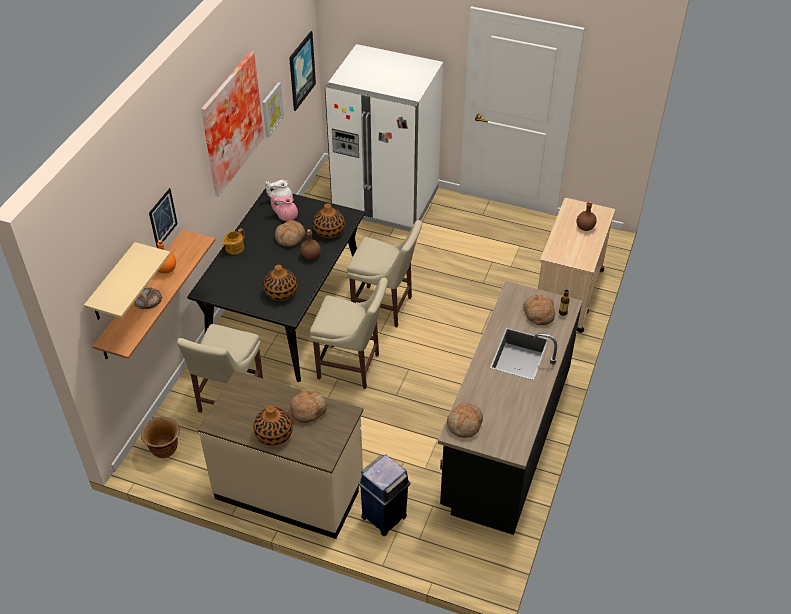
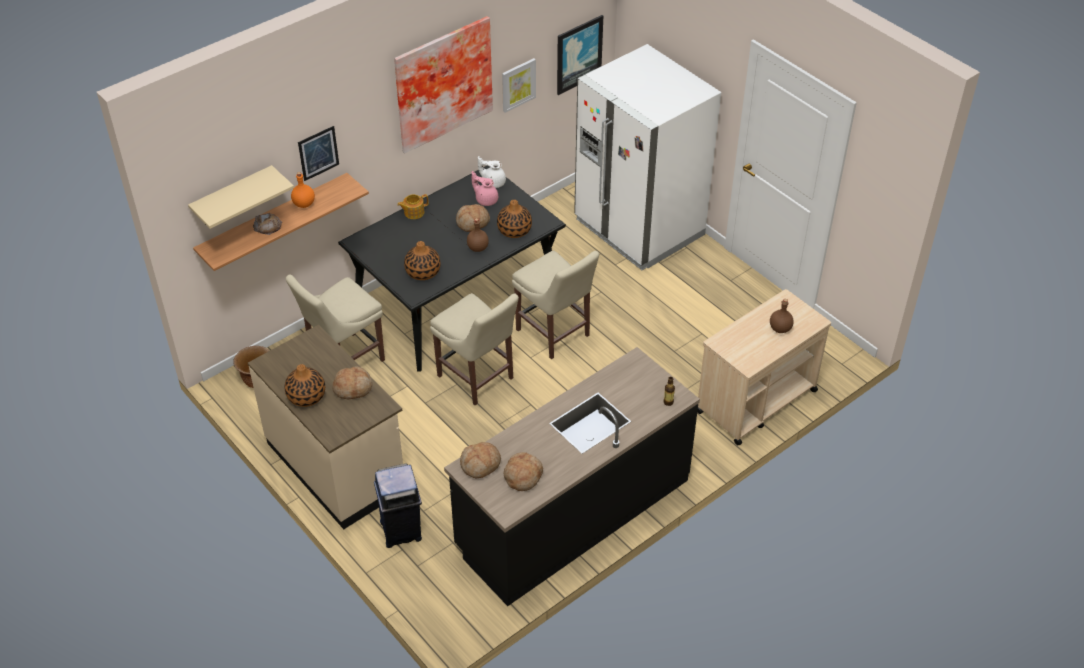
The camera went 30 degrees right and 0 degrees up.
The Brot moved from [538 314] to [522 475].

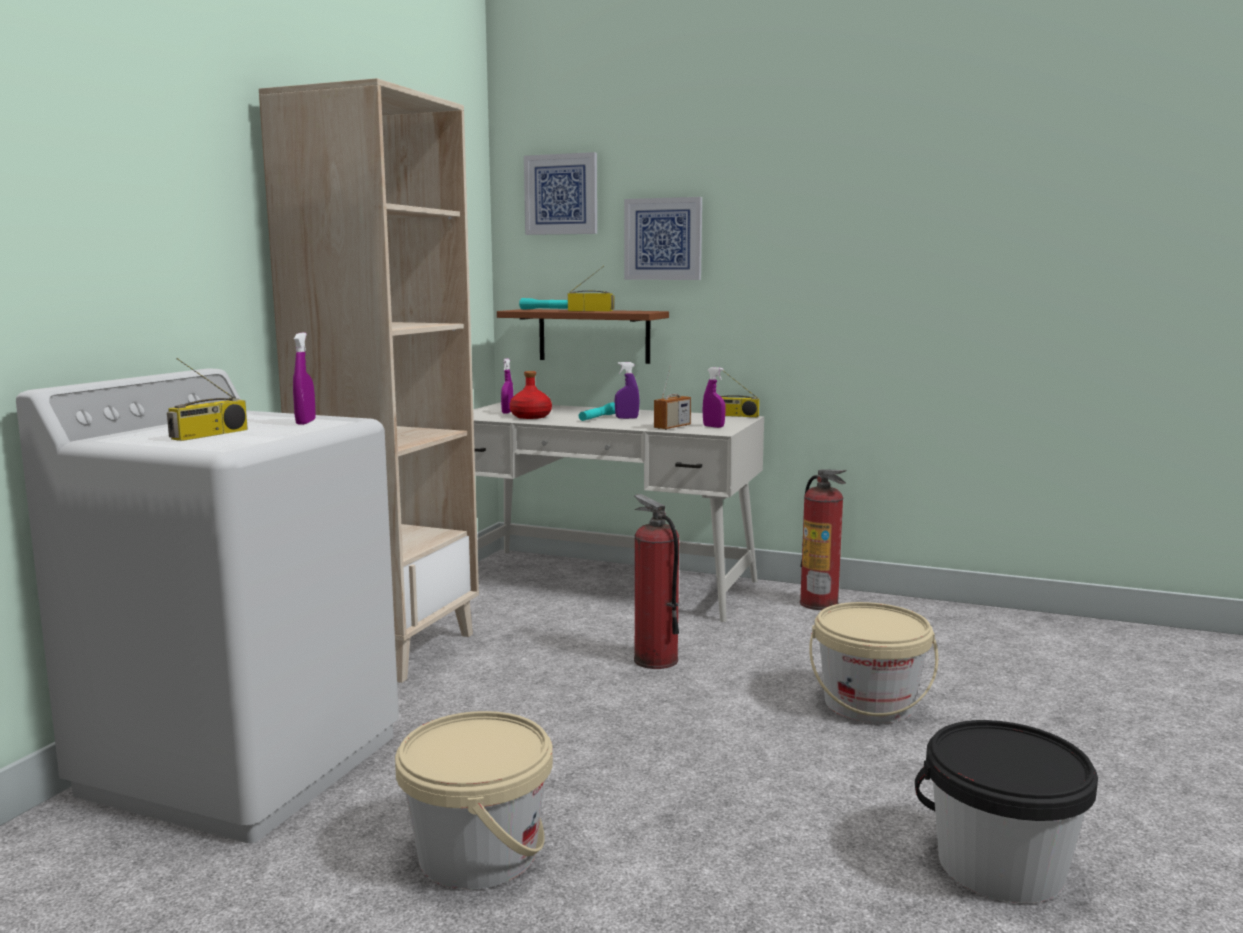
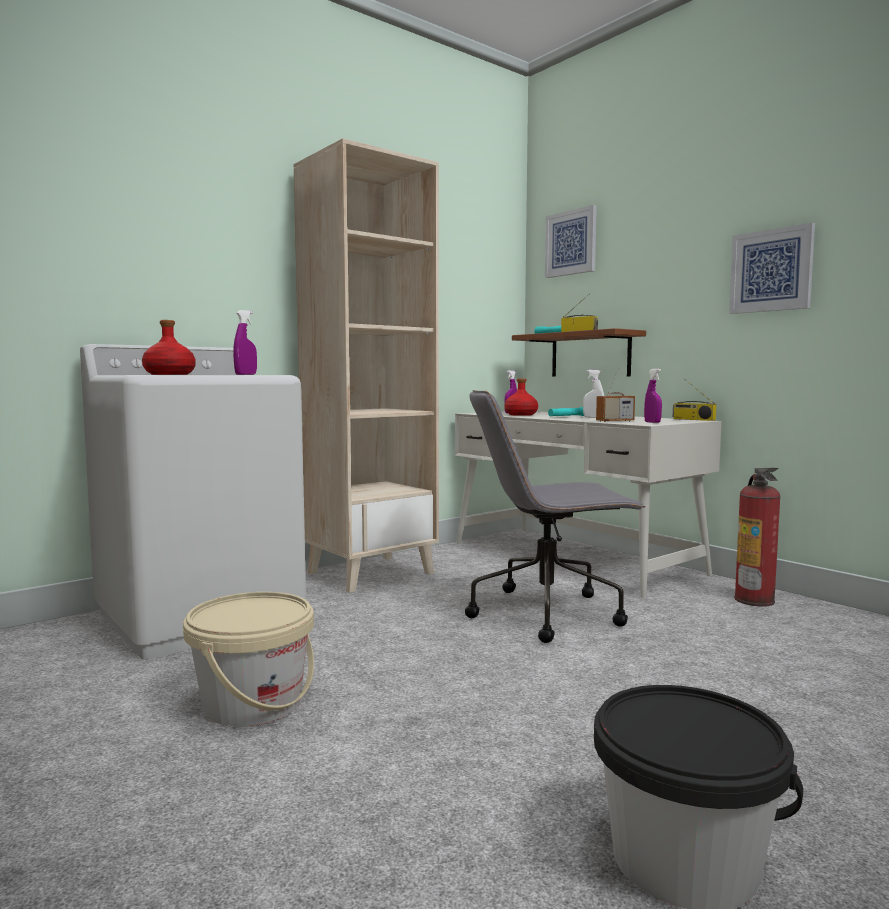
The camera went 30 degrees right and 5 degrees down.
The Eimer/beige at [868 704] disappeared.
The Bild moved from [663 239] to [771 270].
The Radio at [209 435] was replaced by the Flasche/rot at [170 374].
The Feuerlöscher at [655 660] was replaced by the Bürostuhl/grau at [548 613].
The Sprühflasche/lila at [626 418] became the Sprühflasche/weiß at [593 417].

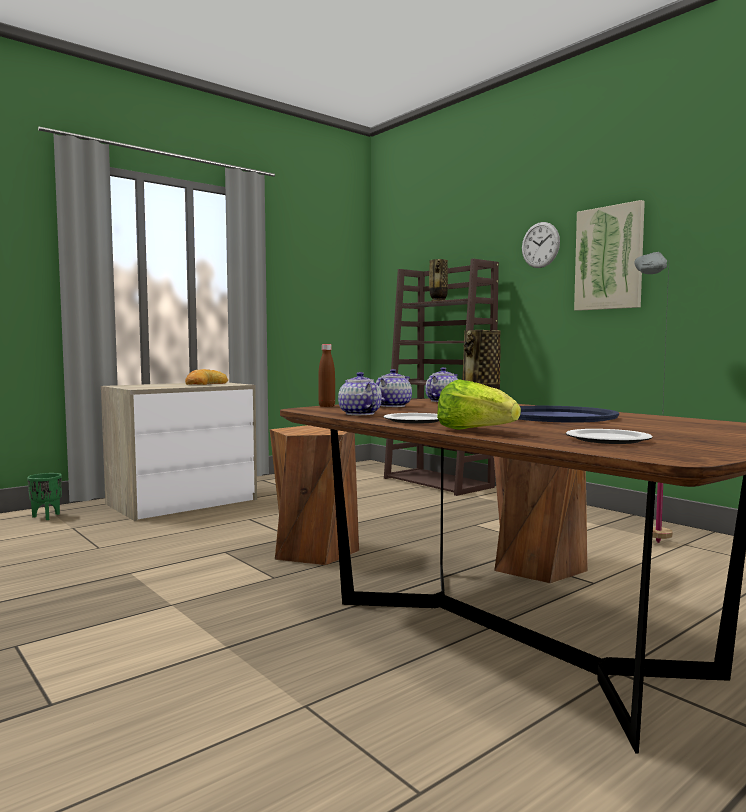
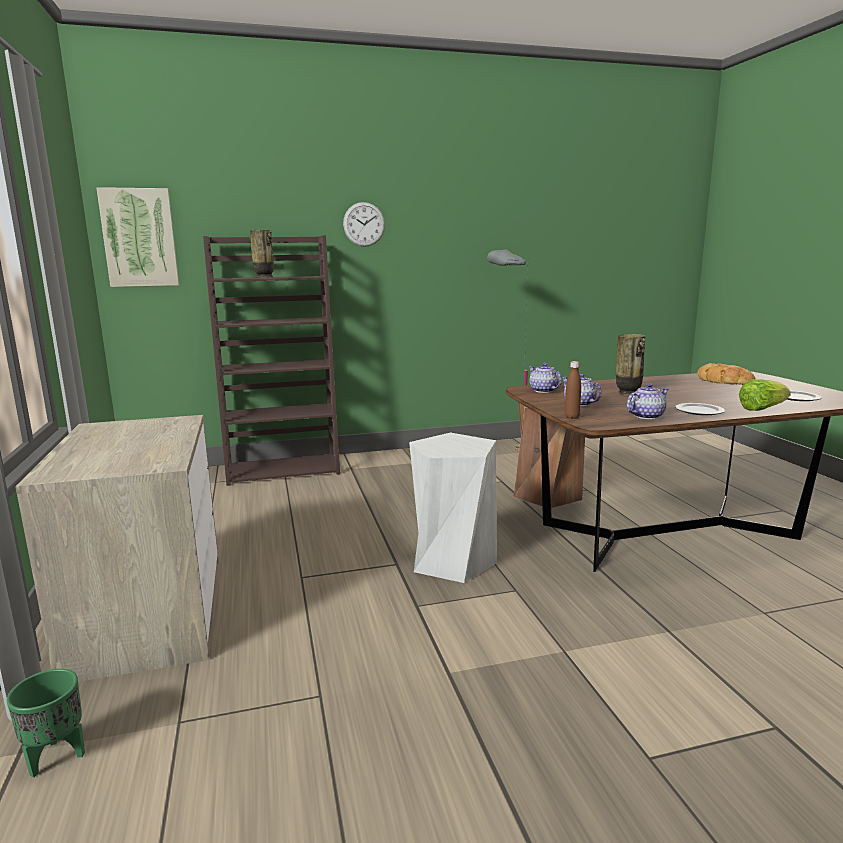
The camera went 65 degrees left and 10 degrees up.
The Tablett/blau at [556 416] disappeared.
The Brot moved from [204 384] to [723 381].
The Bild moved from [609 258] to [139 238].
The Hocker/braun at [314 551] became the Hocker/weiß at [452 561].
The Teekanne at [359 414] turned 150 degrees clockwise.

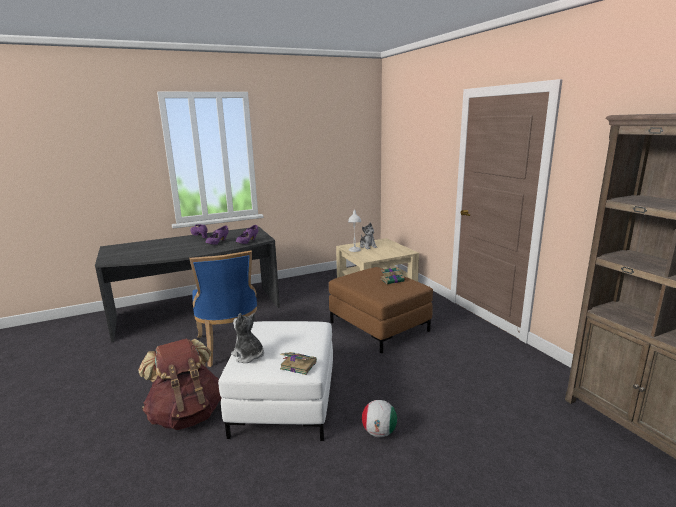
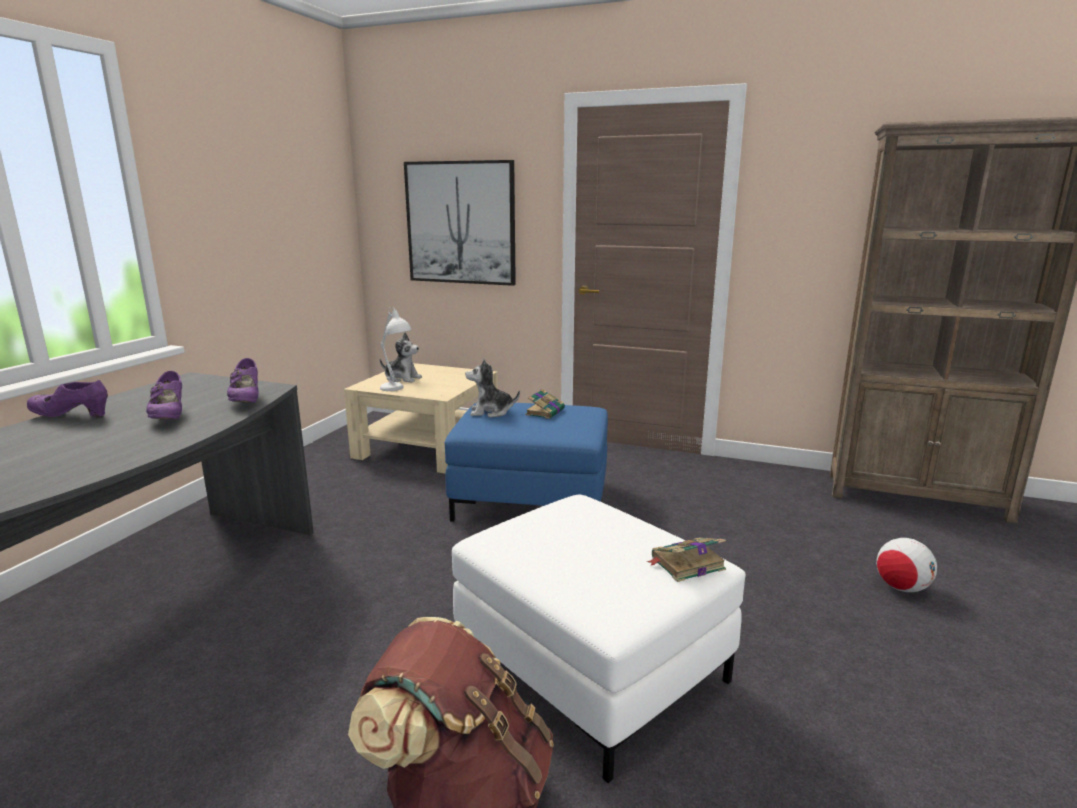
The camera went 45 degrees left and 0 degrees up.
The Stuhl/blau at [230 347] disappeared.
The Bild at [461 223] appeared.
The Plüschtier moved from [248 355] to [491 412].
The Fußball moved from [379 432] to [901 587].
The Polsterhocker/braun at [379 327] became the Polsterhocker/blau at [532 499].

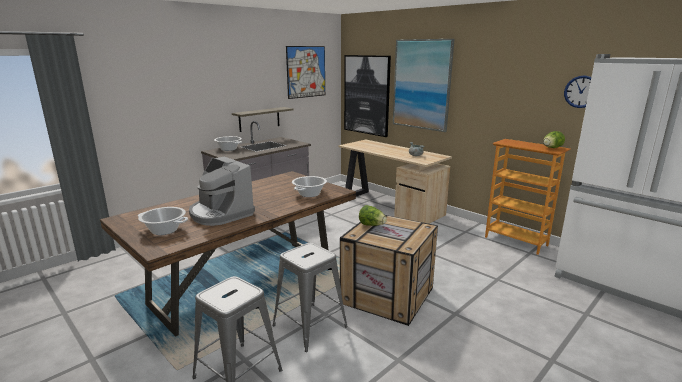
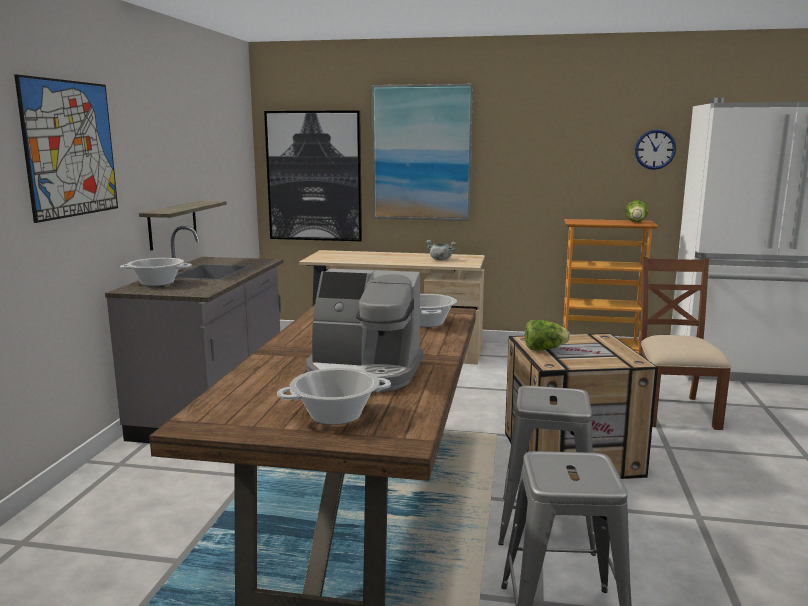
The camera went 35 degrees left and 5 degrees down.
The Stuhl/braun at [673 411] appeared.
The Bild moved from [306 72] to [71 149].

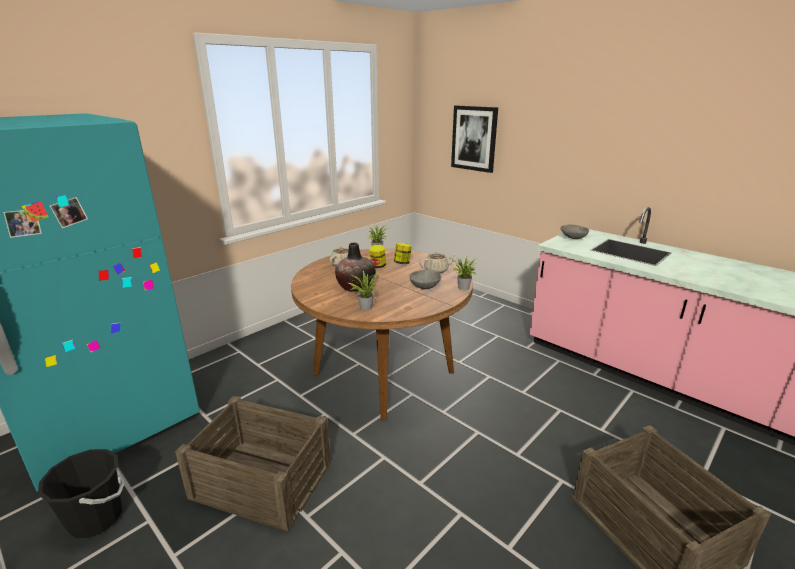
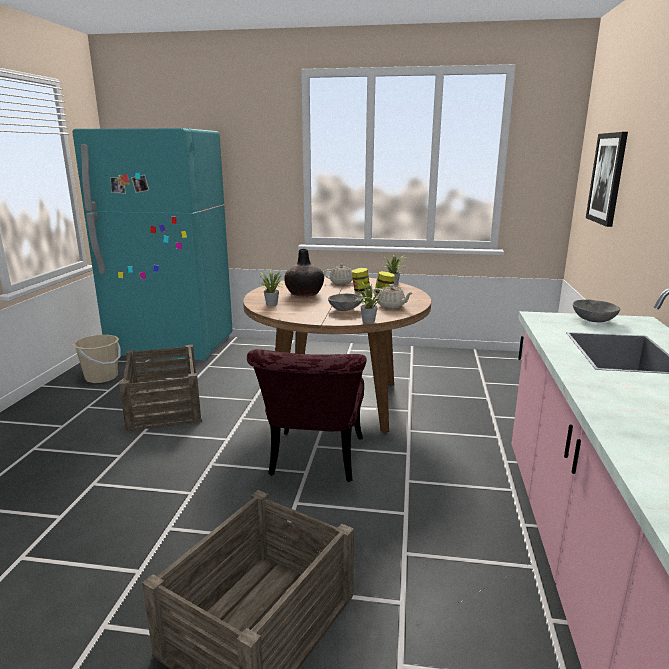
The camera went 55 degrees right and 5 degrees down.
The Stuhl/rot at [314 462] appeared.
The Eimer/schwarz at [96 518] became the Eimer/beige at [101 377].

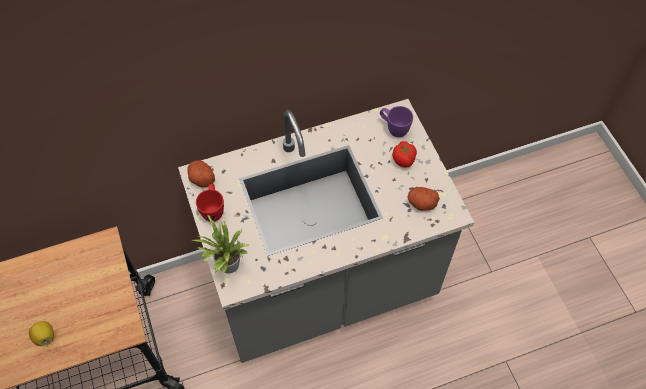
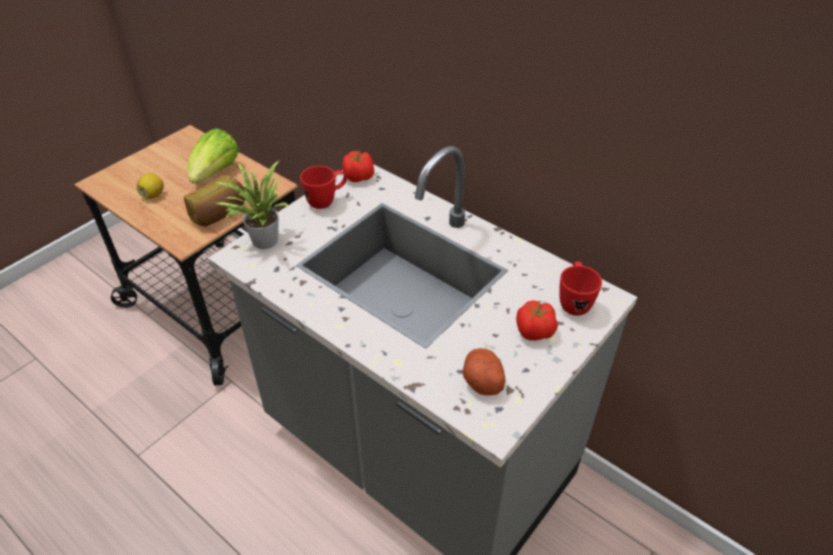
The camera went 60 degrees right and 15 degrees down.
The Brot at [219 213] appeared.
The Salatkopf at [215 174] appeared.
The Kartoffel at [201 178] was replaced by the Tomate at [359 177].
The Henkelbecher/lila at [393 129] became the Henkelbecher/rot at [574 302].

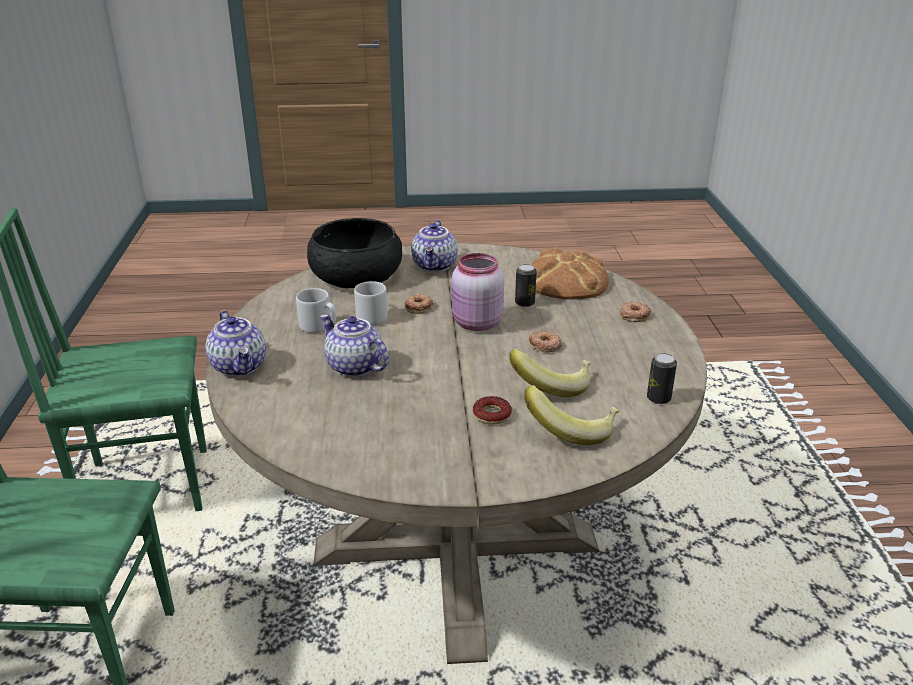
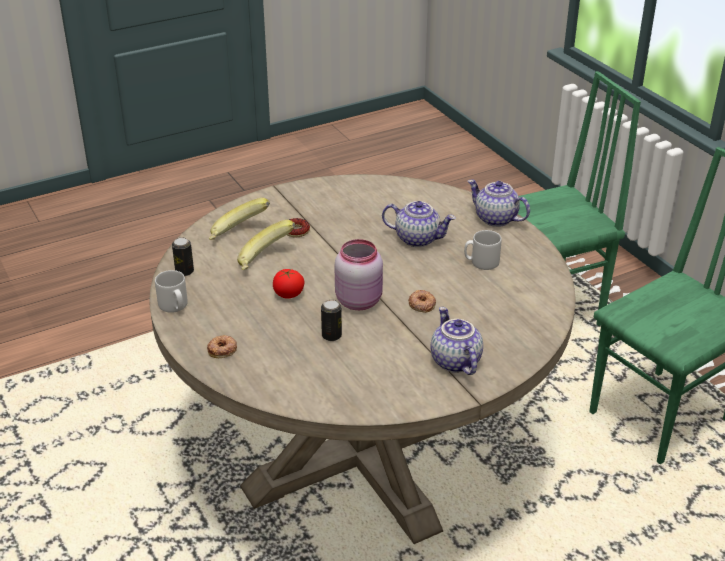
The camera went 155 degrees right and 5 degrees up.
The Schüssel/schwarz at [356 275] disappeared.
The Brot at [566 281] disappeared.
The Henkelbecher/grau moved from [371 316] to [174 306].
The Donut at [544 345] was replaced by the Tomate at [288 294].

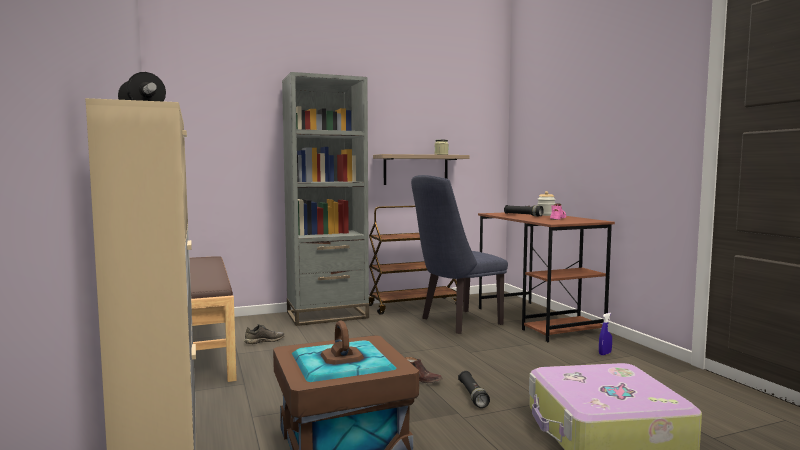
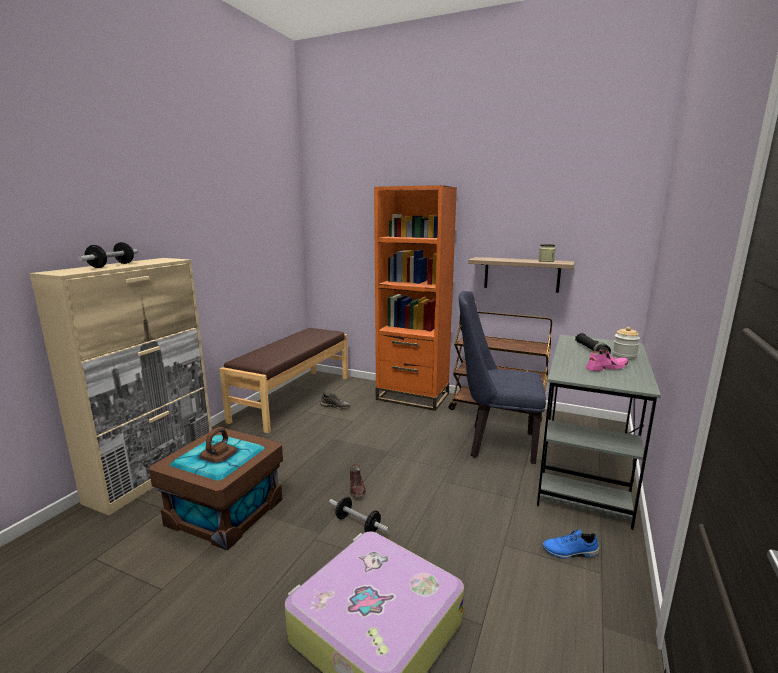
The camera went 45 degrees right and 10 degrees up.
The Taschenlampe/schwarz at [473 396] was replaced by the Hantel at [358 524].
The Sprühflasche/blau at [605 353] was replaced by the Schuh/blau at [570 552].
The Bücherregal/grau at [327 315] became the Bücherregal/orange at [412 397].
The Schreibtisch/braun at [538 320] became the Schreibtisch/grau at [585 475].

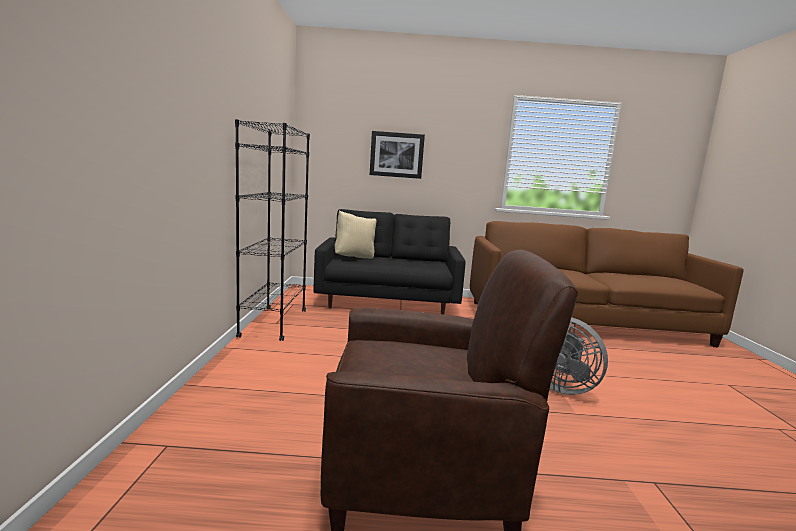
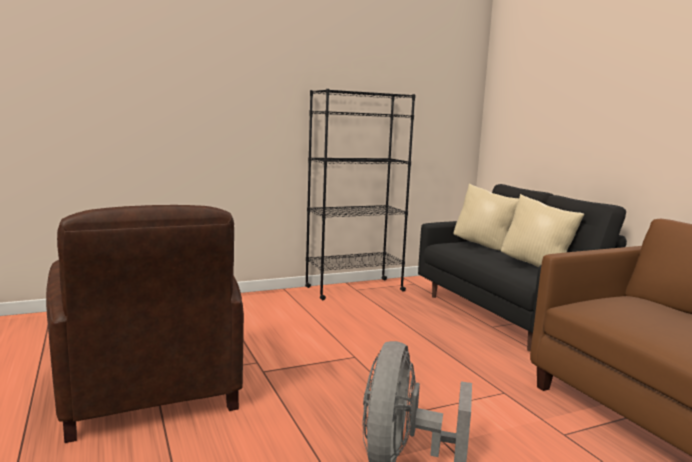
The camera went 65 degrees right and 0 degrees up.
The Bild at [396 155] disappeared.
The Kissen/beige at [536 266] appeared.

